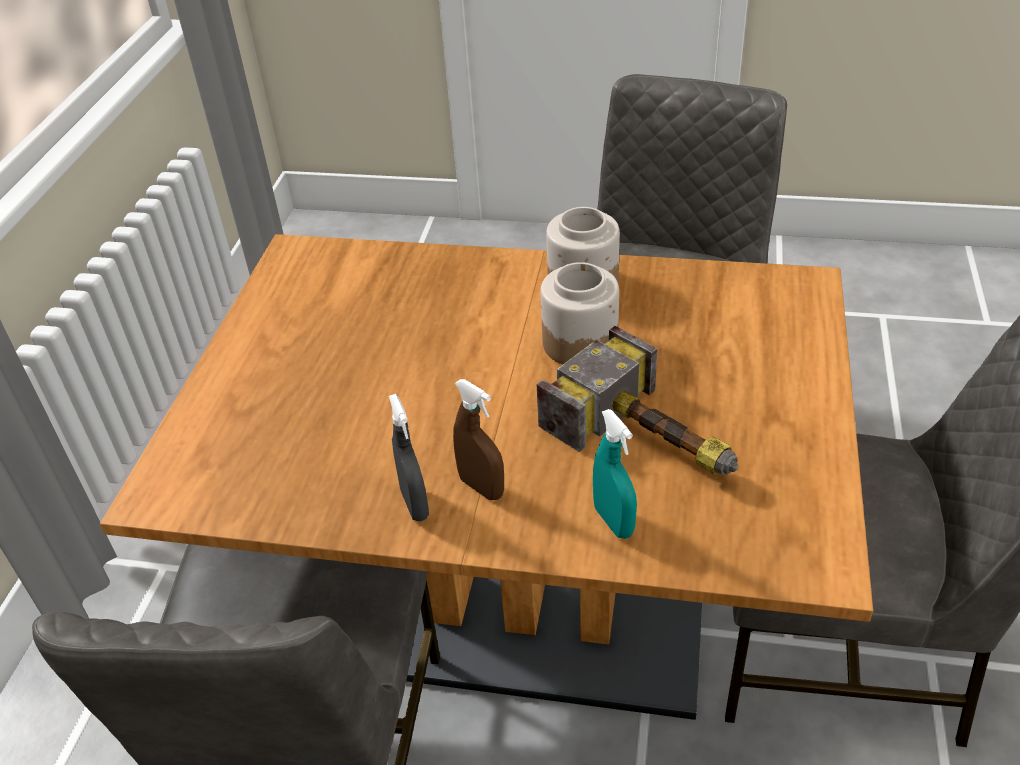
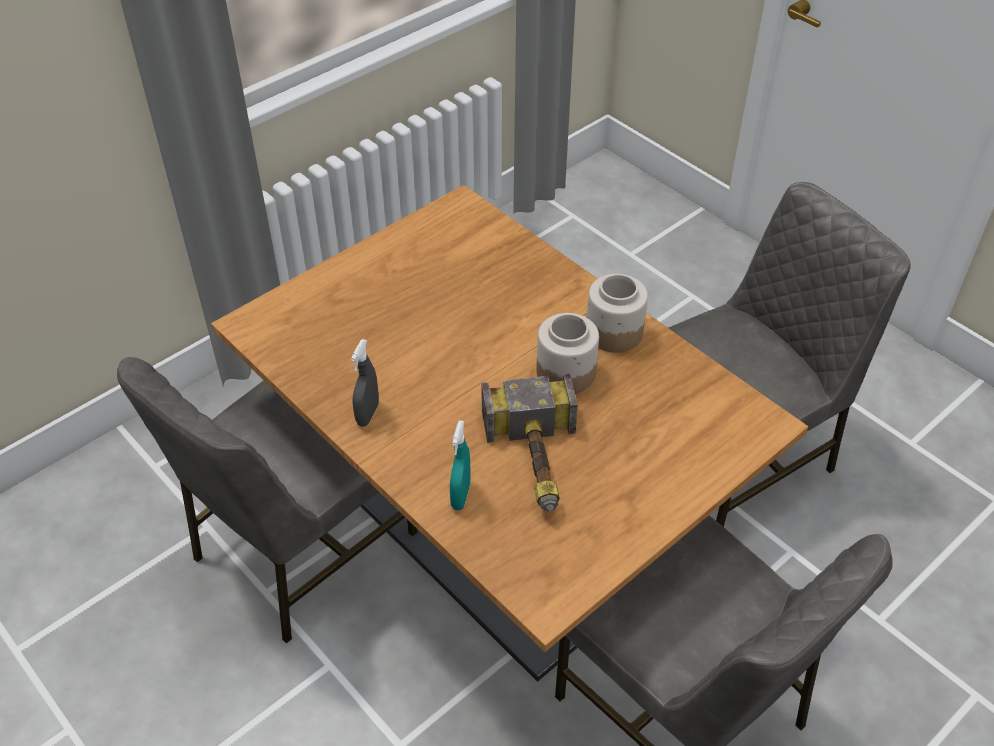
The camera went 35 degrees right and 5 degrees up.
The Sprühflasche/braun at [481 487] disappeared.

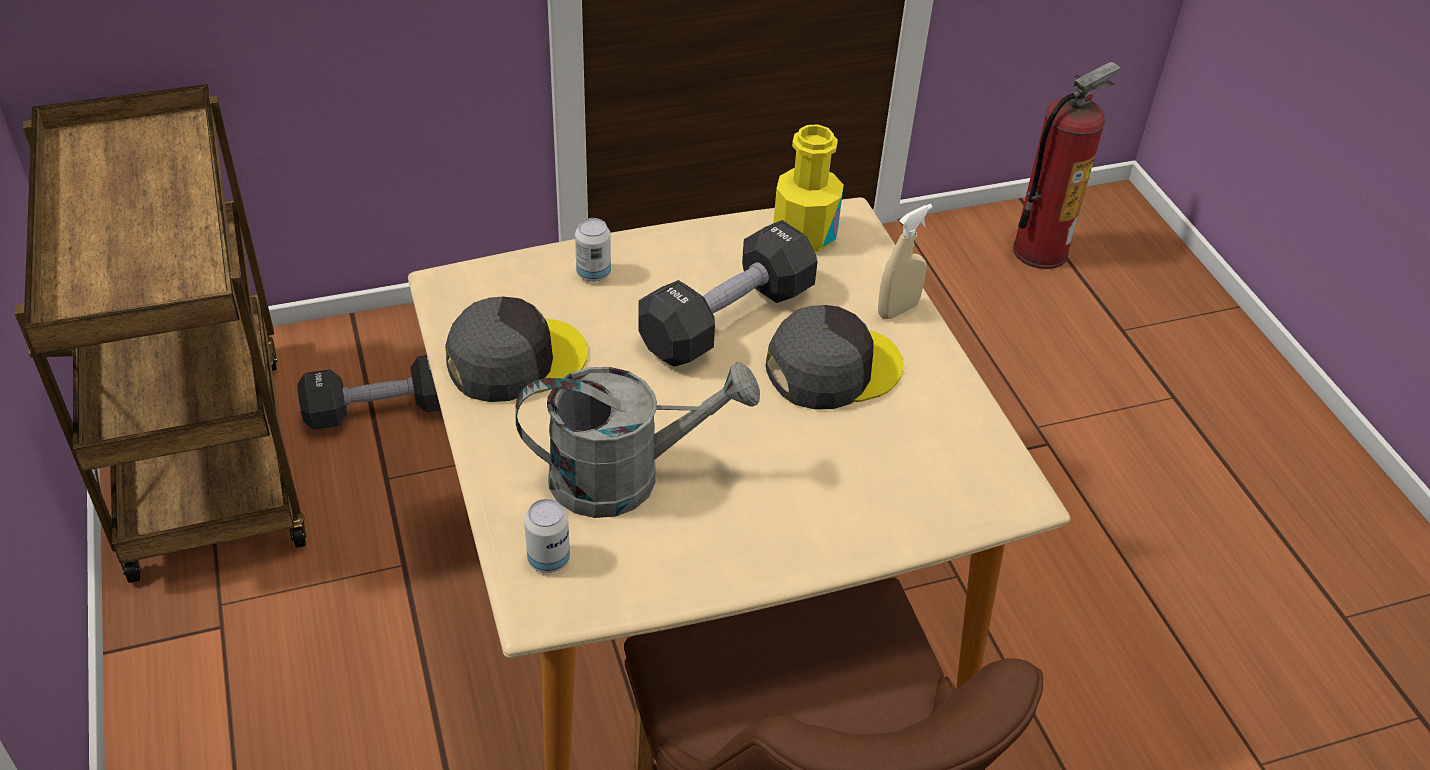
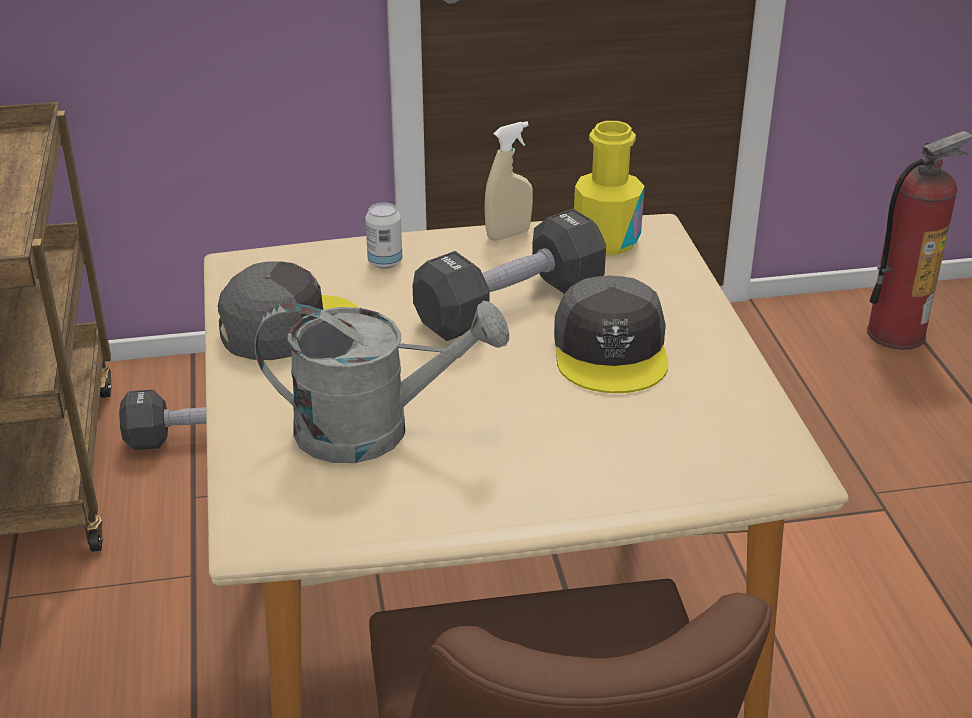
The camera went 10 degrees right and 10 degrees down.
The Dose at [548 559] disappeared.
The Sprühflasche/beige moved from [897 310] to [508 235].
The Kappe/grau at [832 368] turned 105 degrees clockwise.

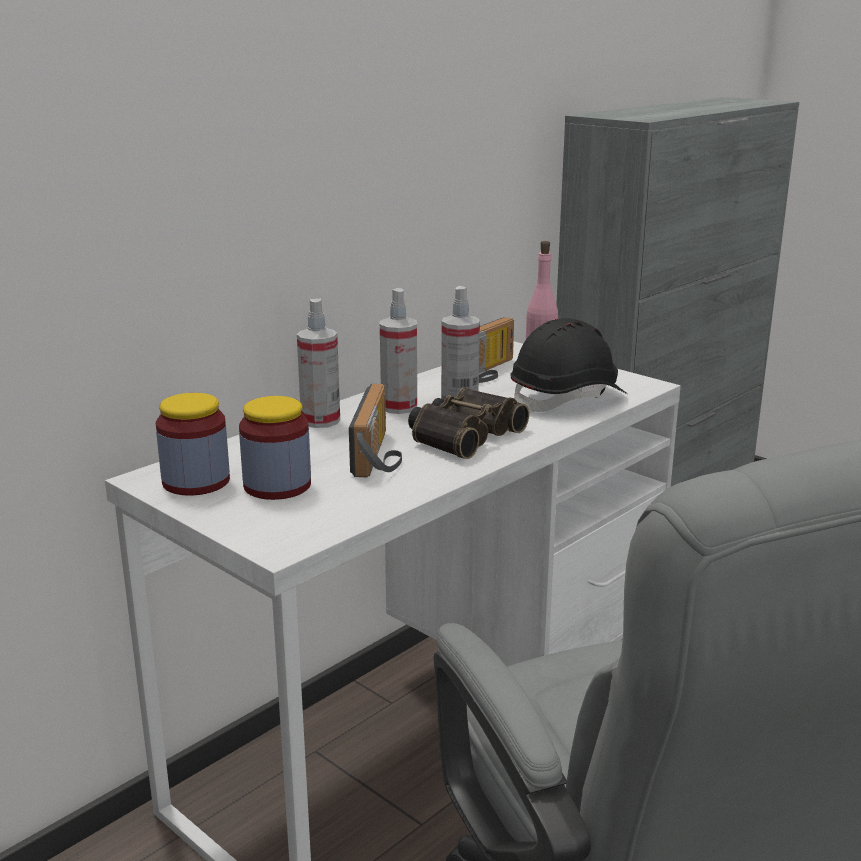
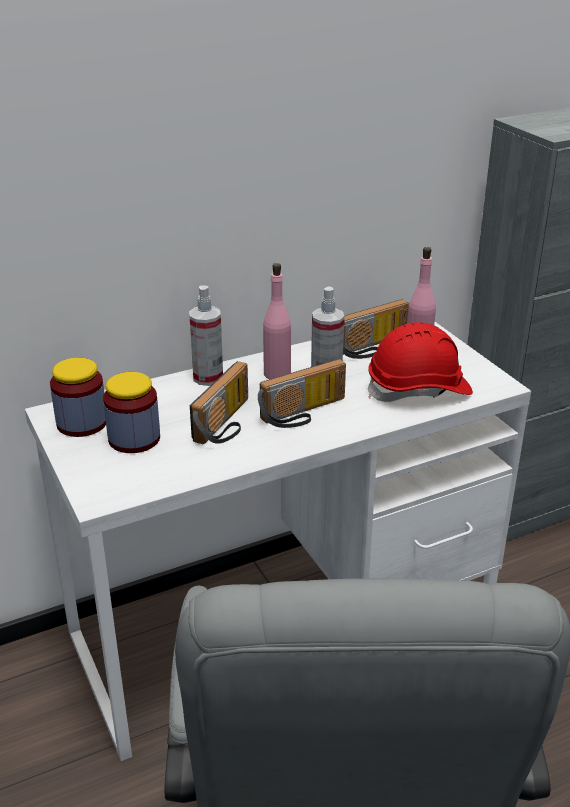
The camera went 20 degrees right and 10 degrees up.
The Sprühflasche at [399 407] was replaced by the Flasche/rosa at [277 374].
The Fernglas at [462 435] was replaced by the Radio at [305 413].
The Schutzhelm/schwarz at [568 399] became the Schutzhelm/rot at [419 390].

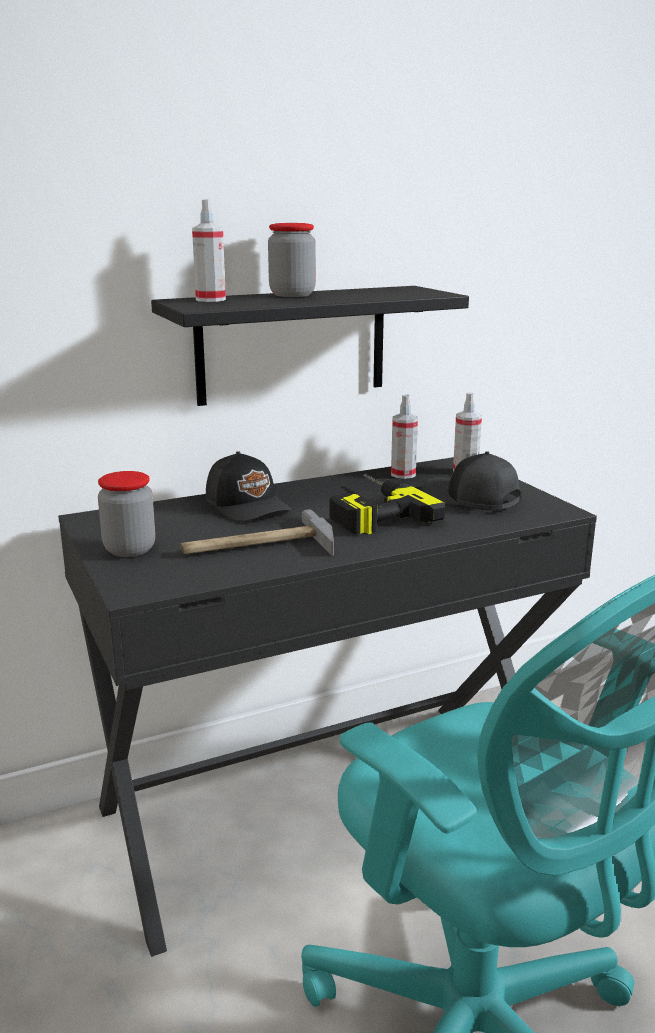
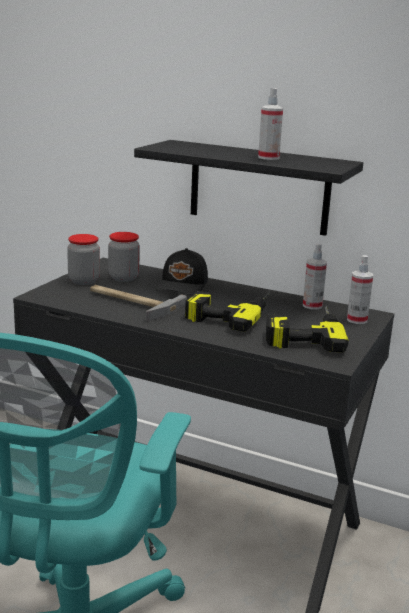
The camera went 50 degrees right and 0 degrees up.
The Sprühflasche moved from [210 300] to [268 158].
The Vorratsglas moved from [292 295] to [123 278].
The Kappe/schwarz at [470 499] was replaced by the Bohrmaschine at [303 333].

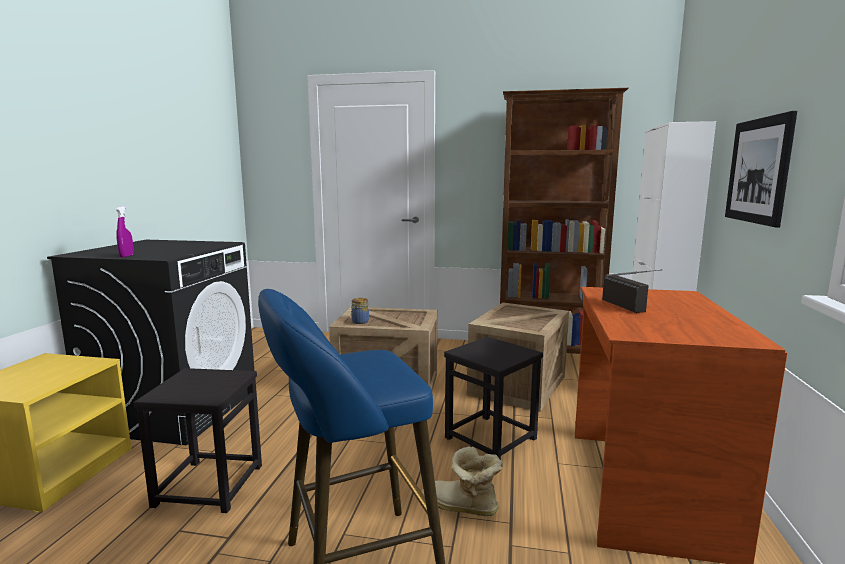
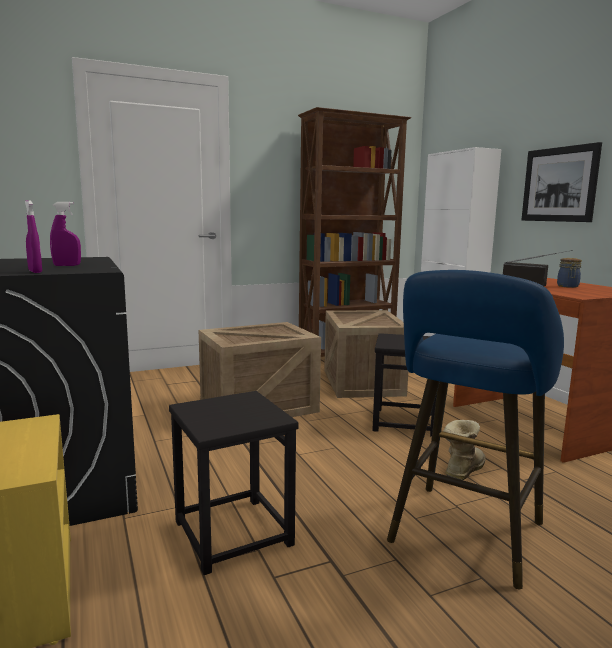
The camera went 35 degrees left and 0 degrees up.
The Sprühflasche/lila at [67 265] appeared.
The Vorratsglas moved from [359 322] to [568 286].
The Stiefel at [462 508] turned 135 degrees clockwise.

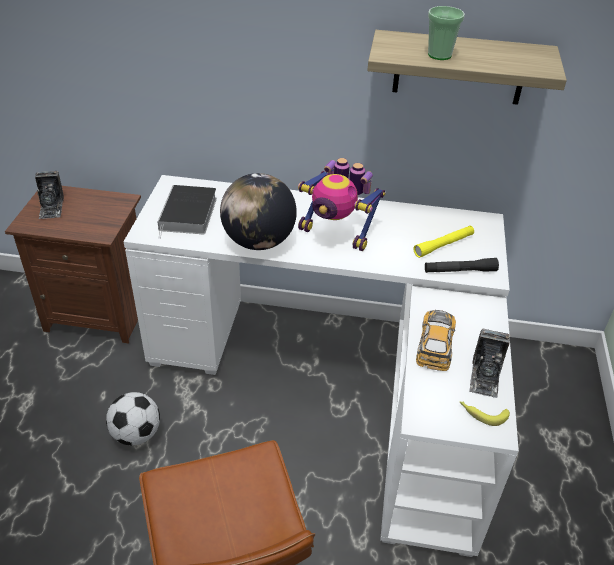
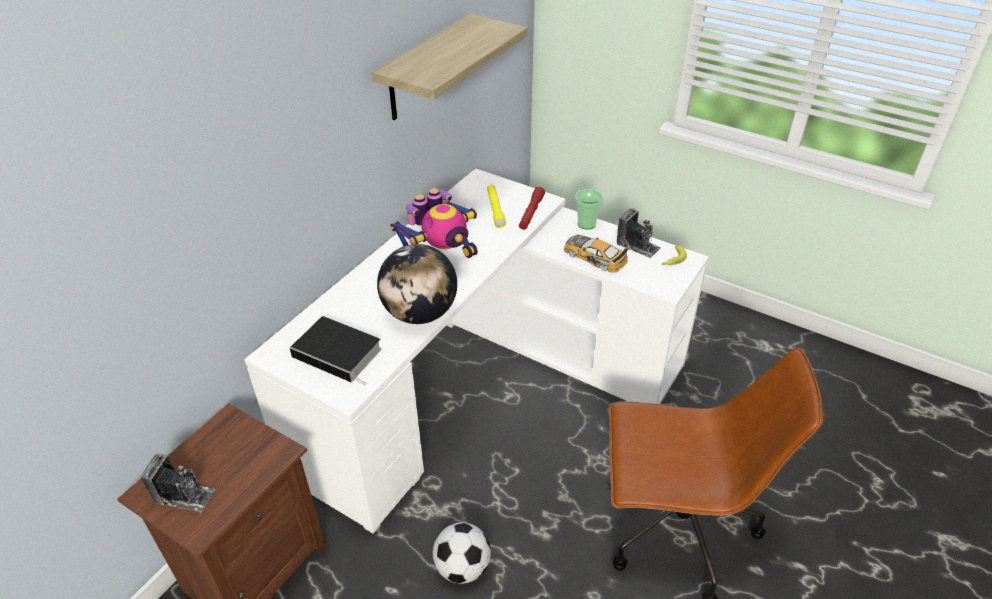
The camera went 65 degrees left and 0 degrees up.
The Tasse moved from [439 55] to [586 224].
The Taschenlampe/schwarz at [460 271] became the Taschenlampe/rot at [531 213].

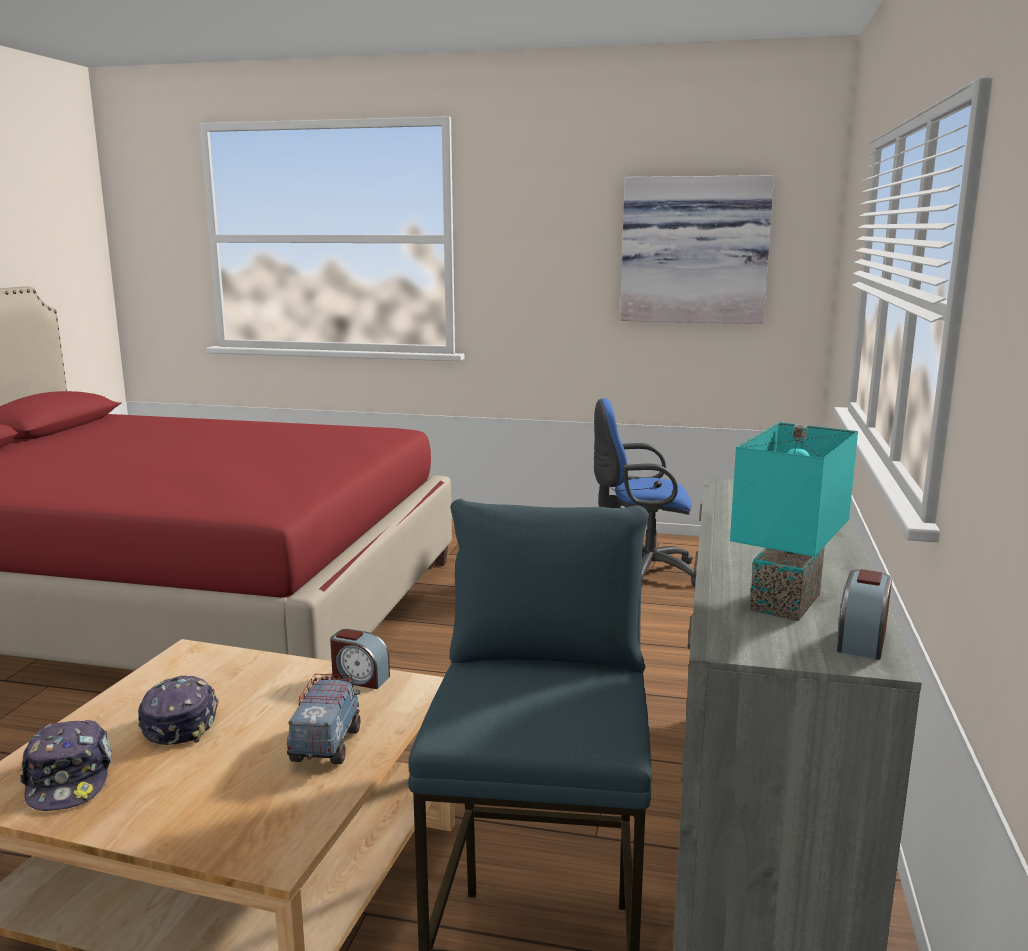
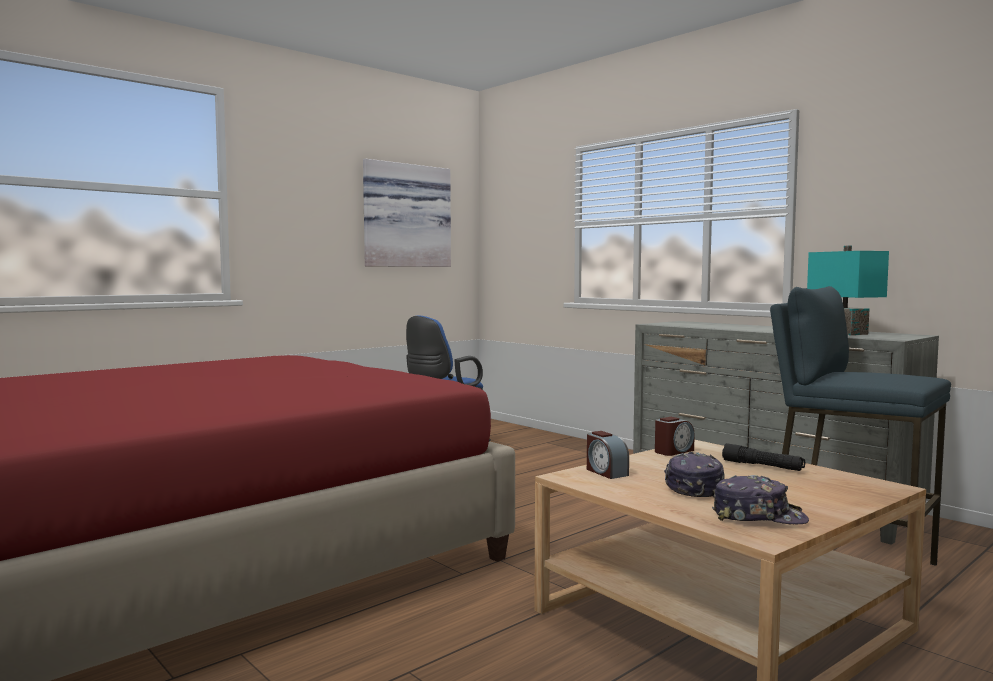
The camera went 55 degrees left and 10 degrees down.
The Wecker moved from [861 641] to [606 472].
The Spielzeuglaster at [326 745] was replaced by the Taschenlampe/schwarz at [762 466].
The Kappe at [180 722] turned 75 degrees clockwise.

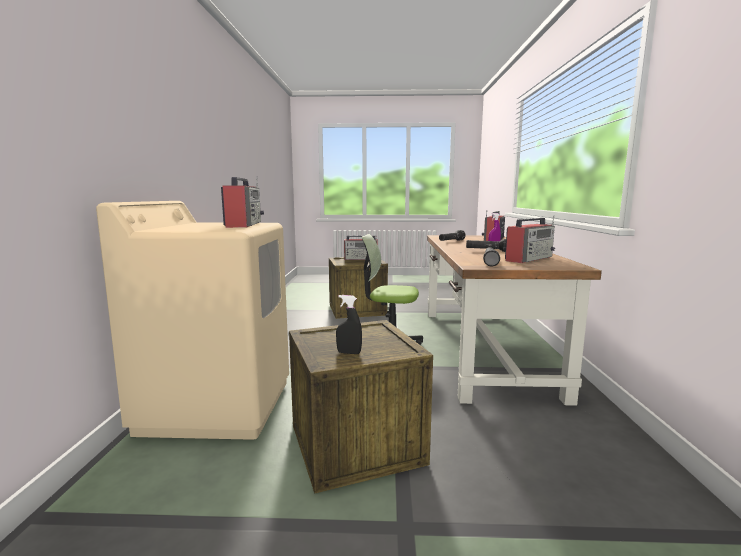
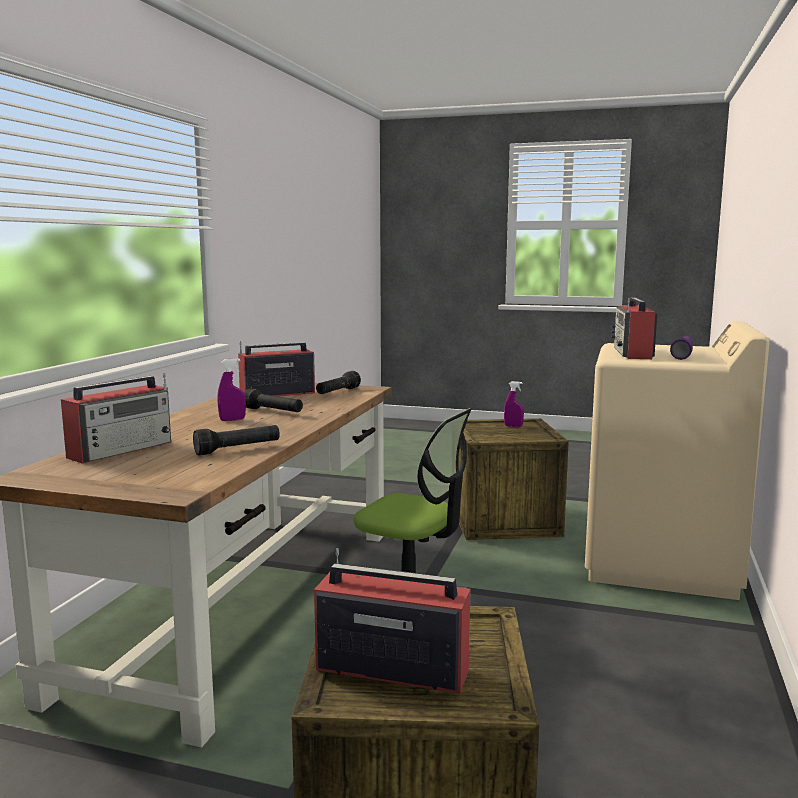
The camera went 165 degrees left and 0 degrees up.
The Taschenlampe/lila at [683 355] appeared.
The Sprühflasche/schwarz at [349 353] became the Sprühflasche/lila at [513 426].

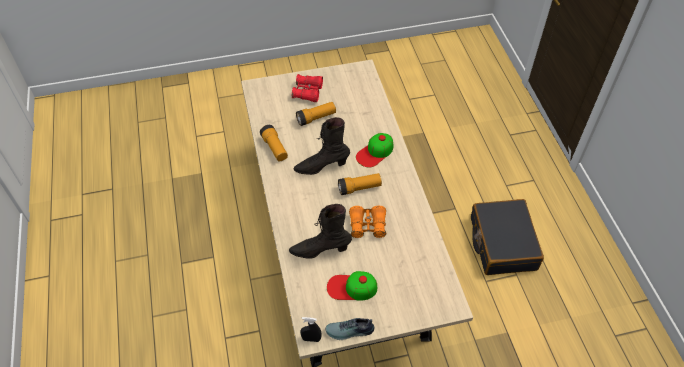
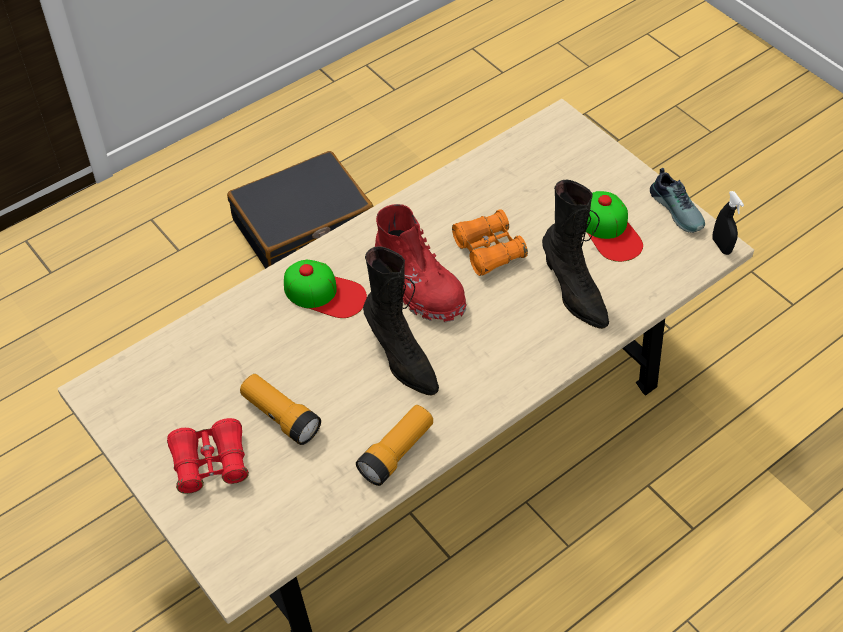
The camera went 115 degrees left and 0 degrees up.
The Taschenlampe at [359 188] was replaced by the Stiefel/rot at [418 287].

